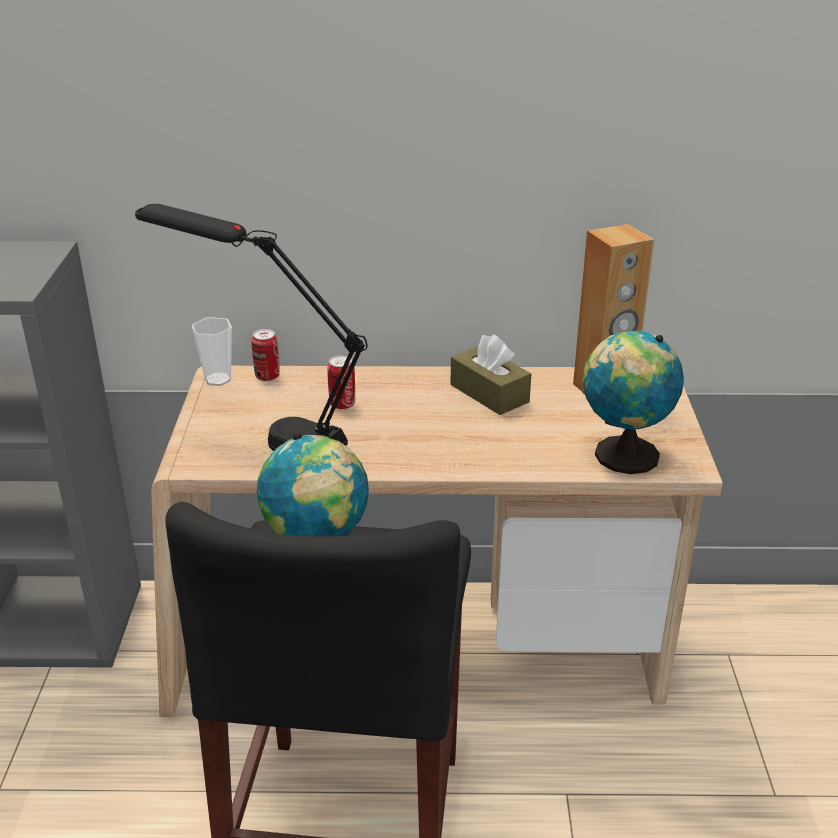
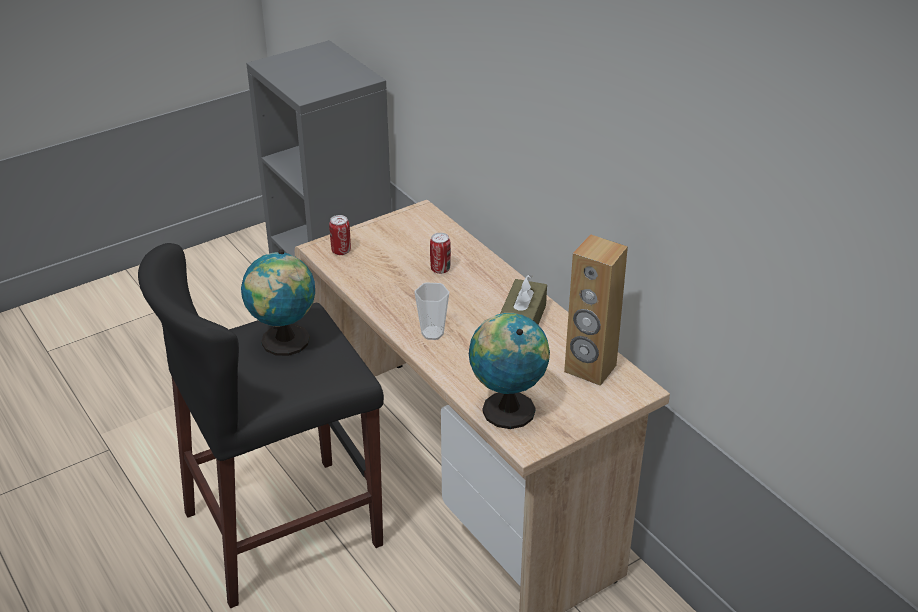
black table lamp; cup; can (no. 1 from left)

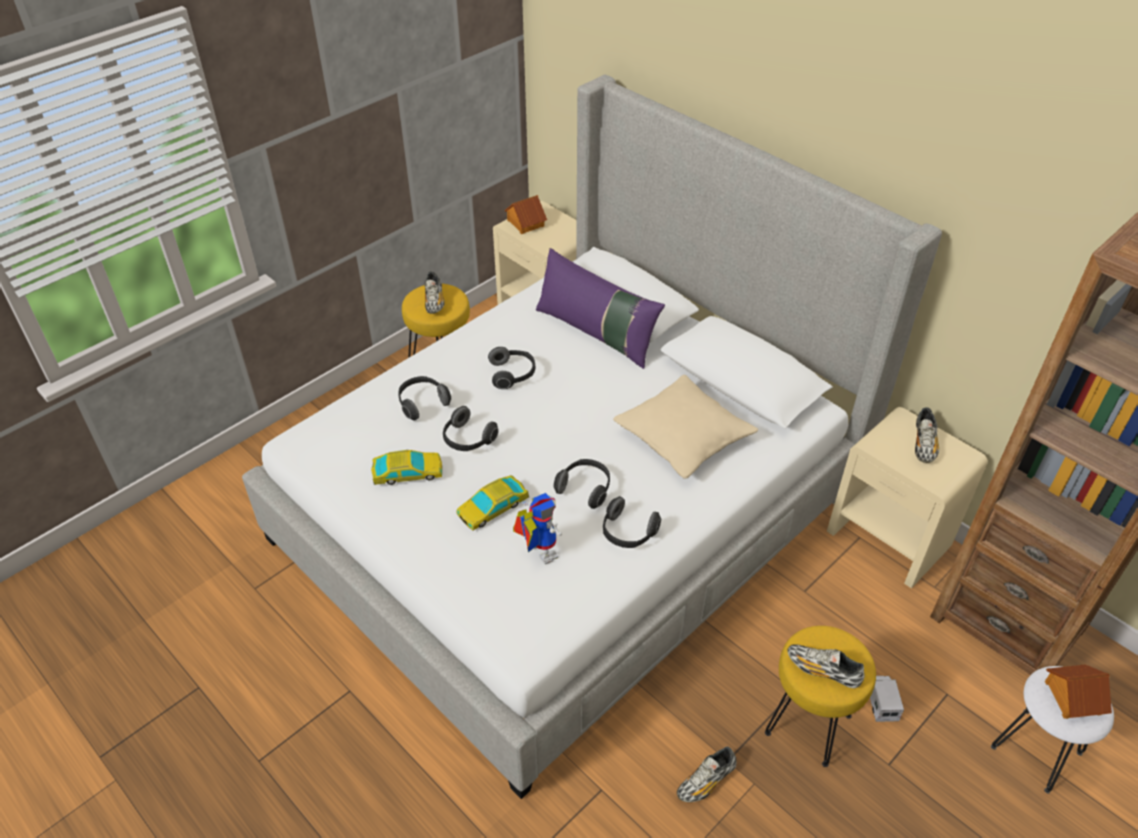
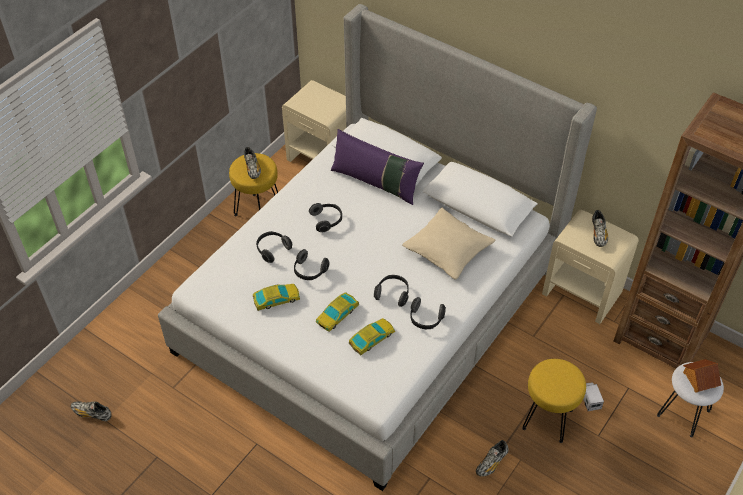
toy house (no. 1 from left in the first image); shoe (no. 1 from left); toy car (no. 3 from left)

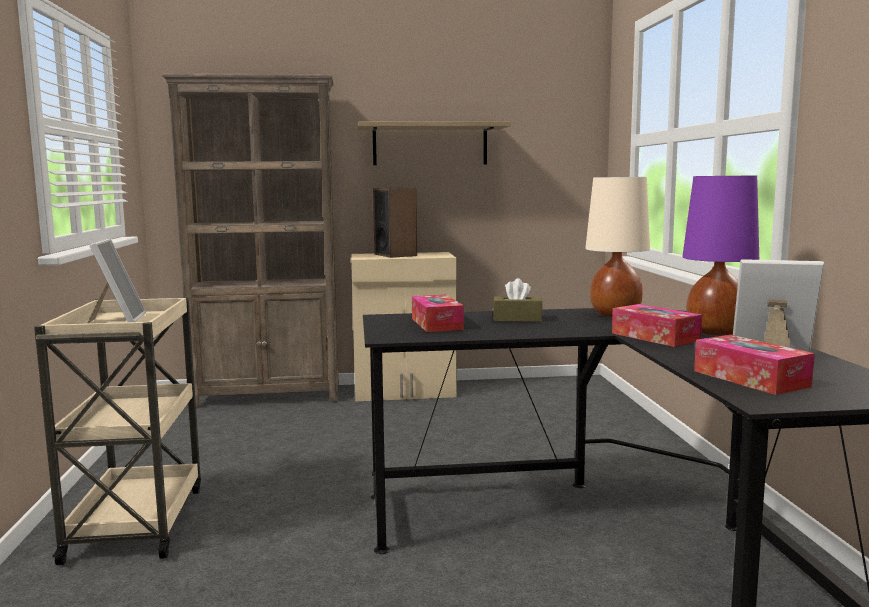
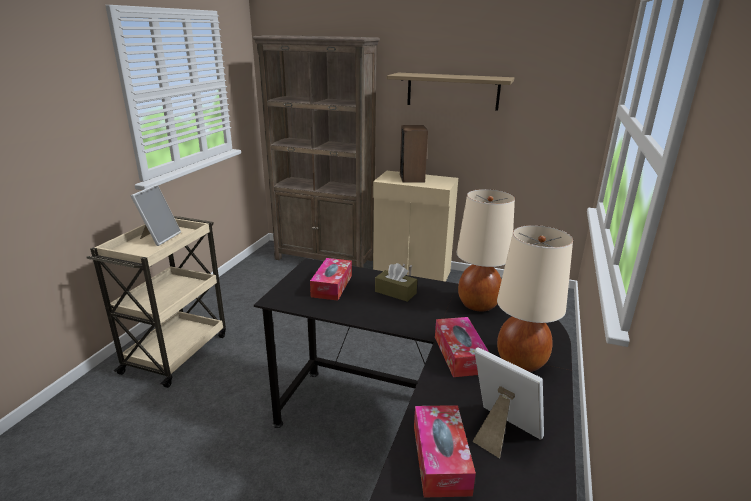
beige table lamp (no. 2 from left)

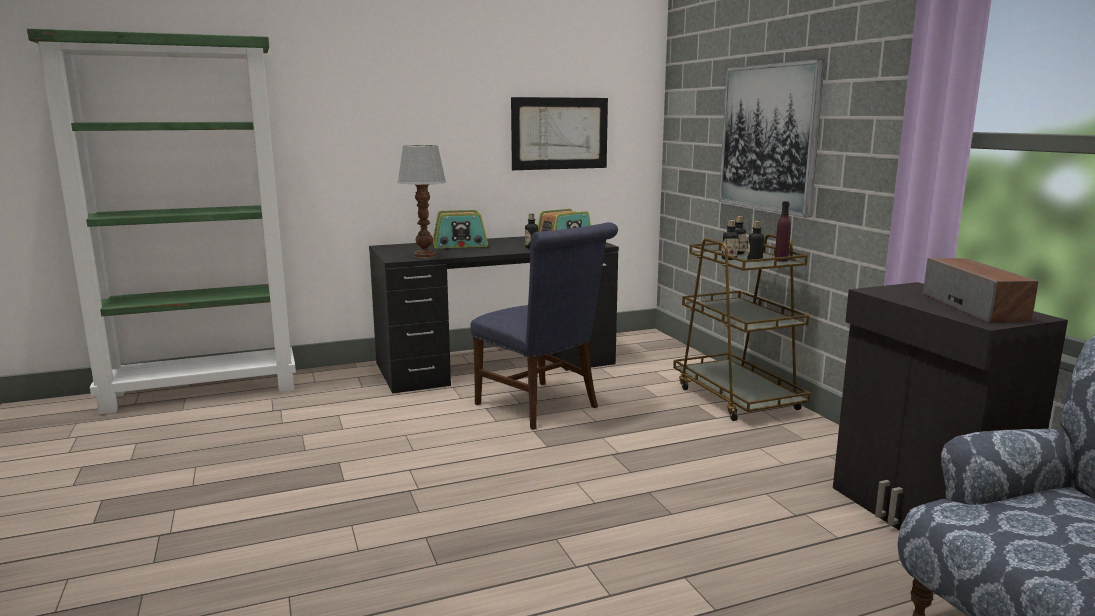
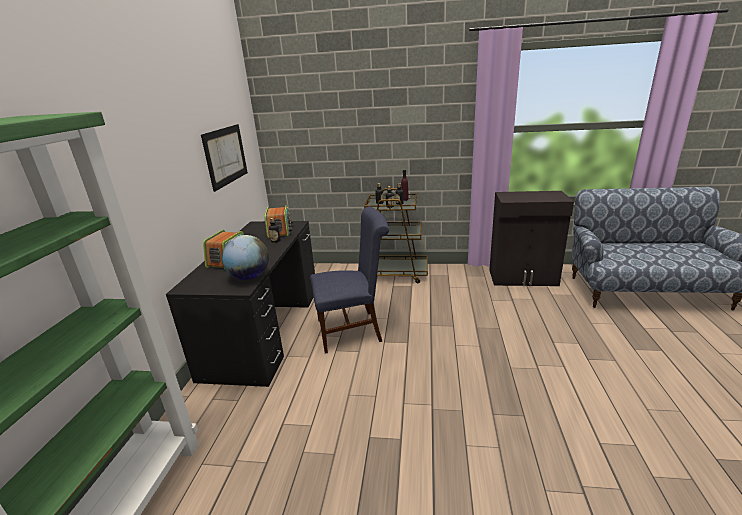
picture (no. 2 from left in the first image); speaker; globe

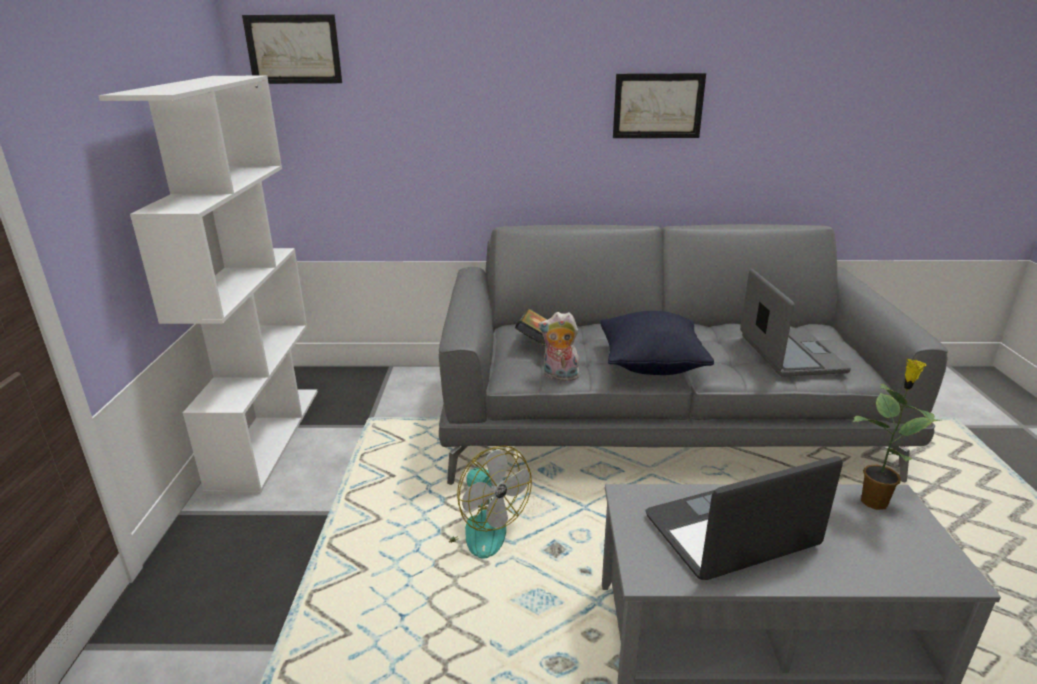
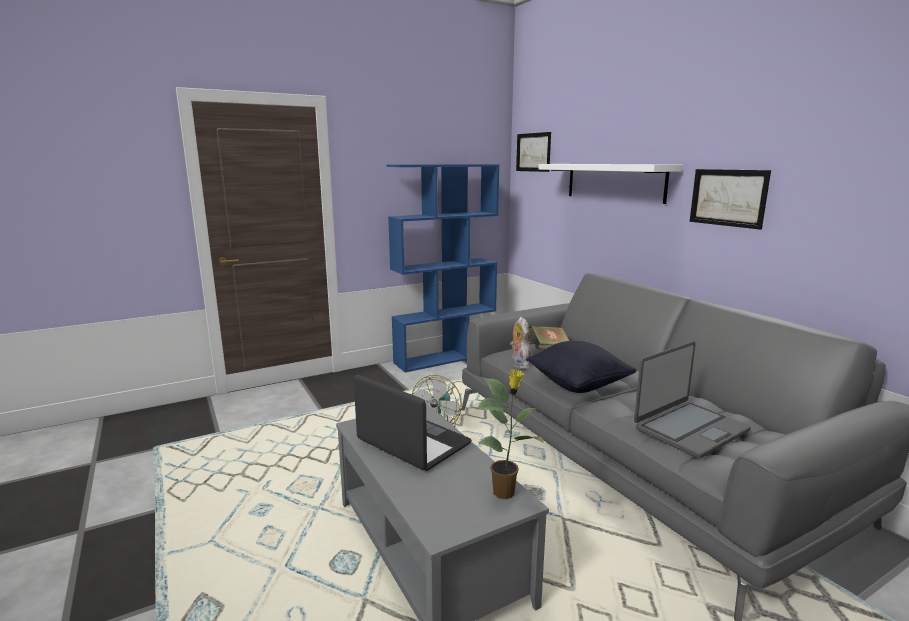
white shelf; blue bookcase

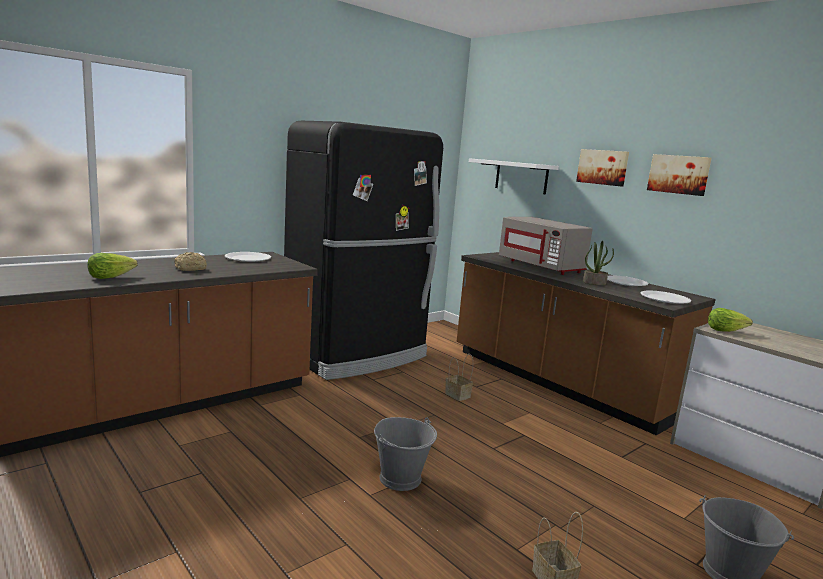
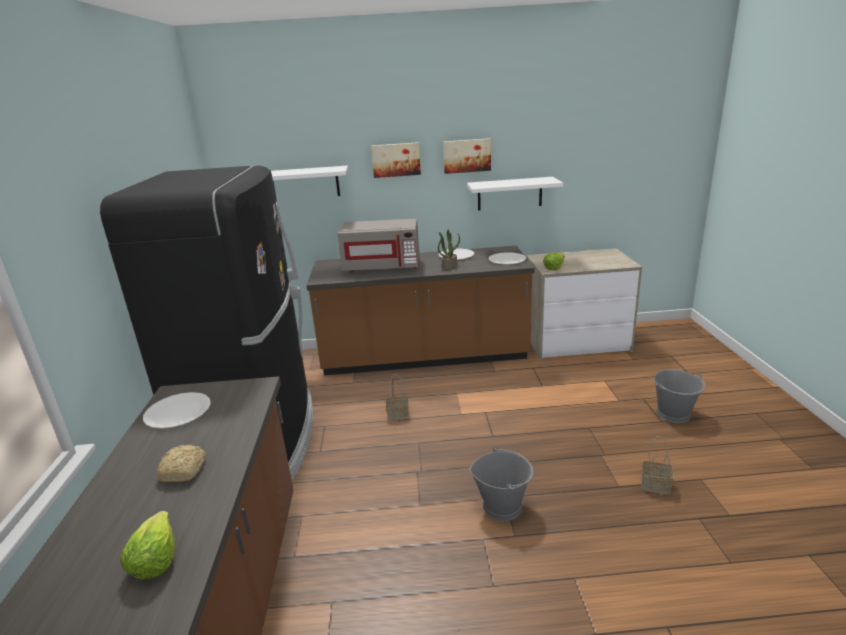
white shelf (no. 2 from left)

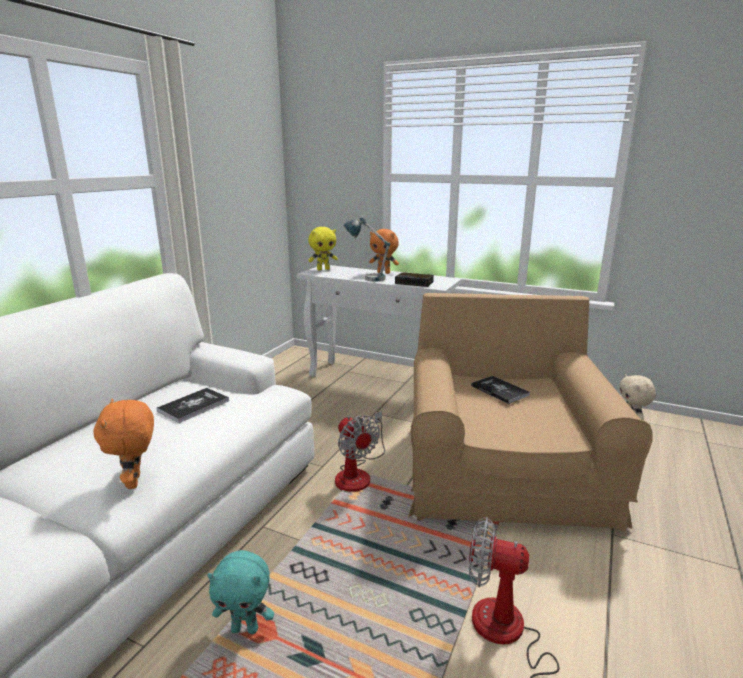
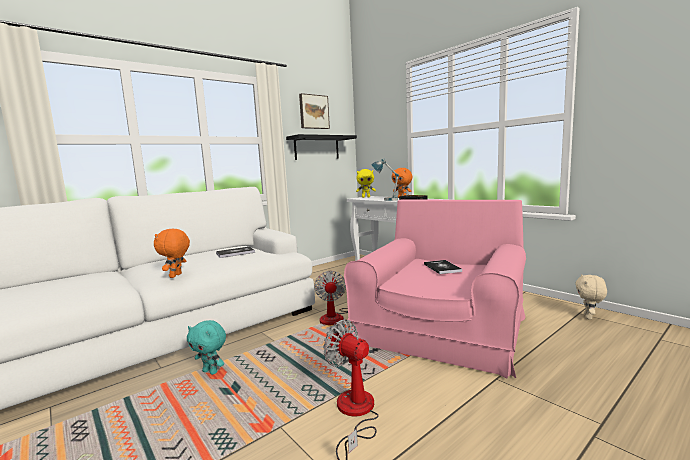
black shelf; picture; pink armchair

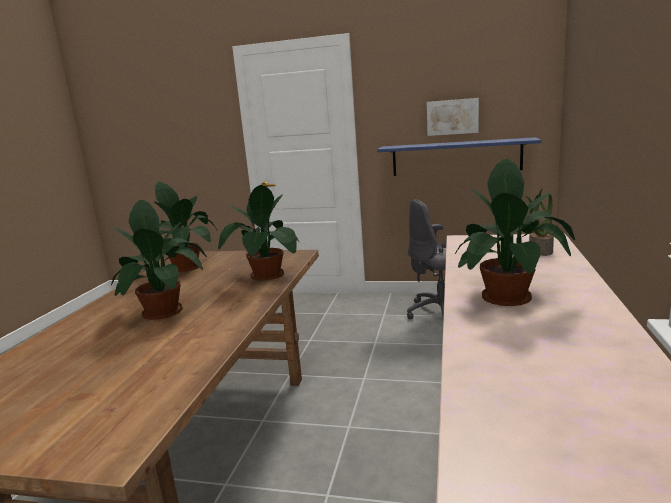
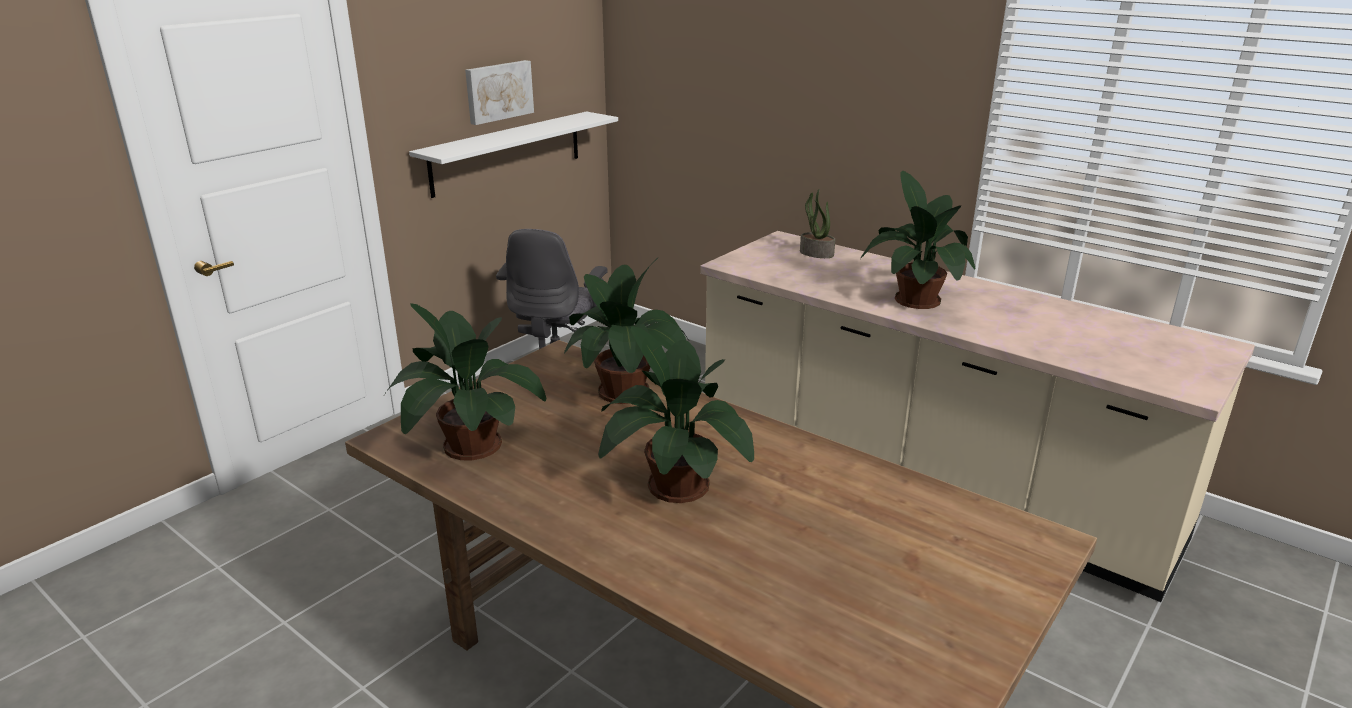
white shelf

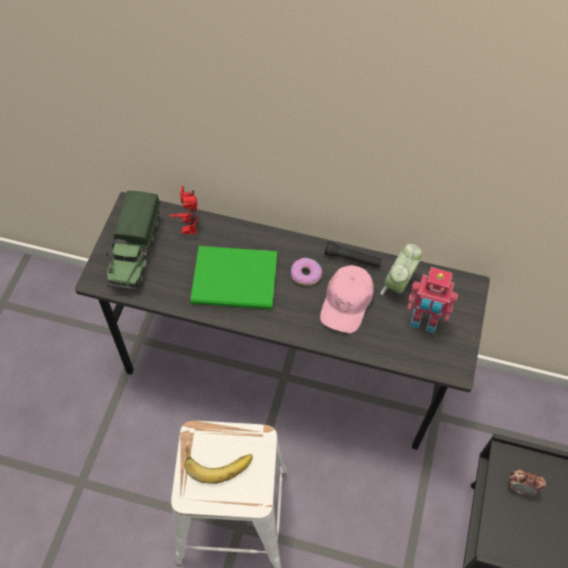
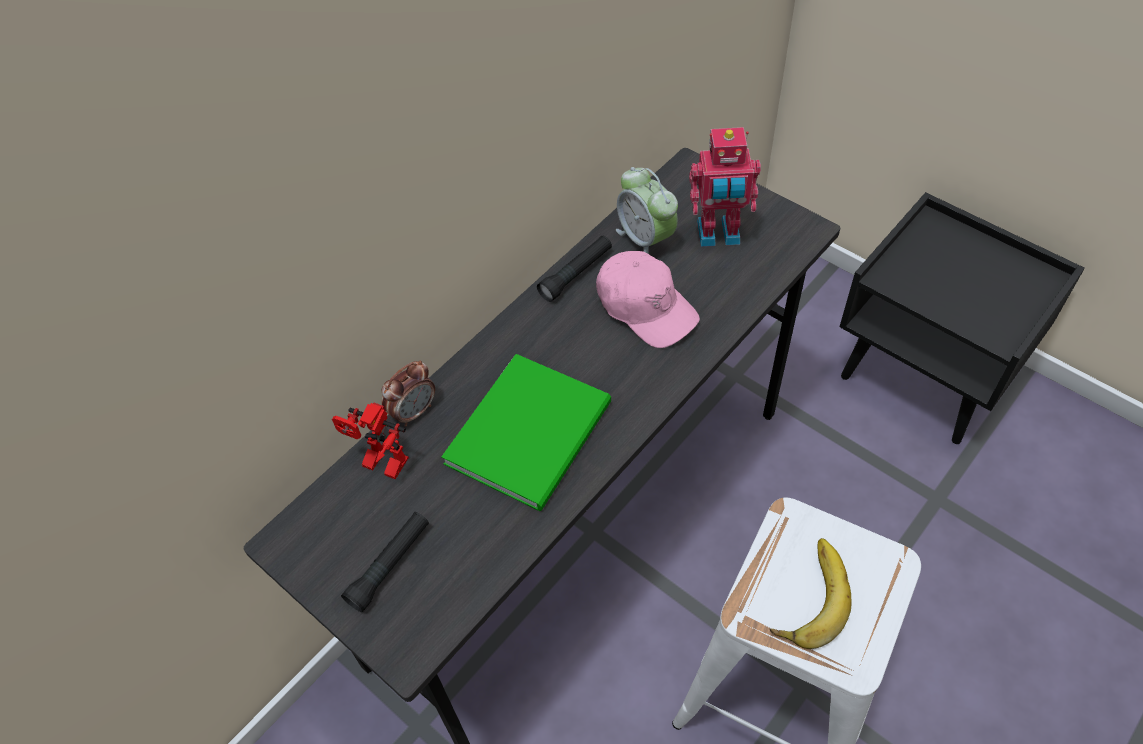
donut; alarm clock (no. 1 from left); black flashlight (no. 1 from left); toy robot (no. 2 from left)

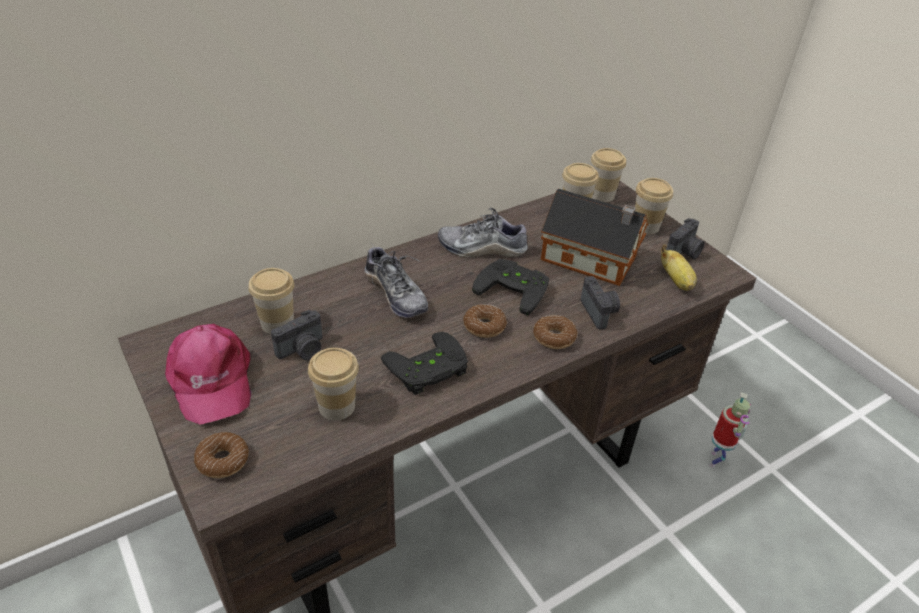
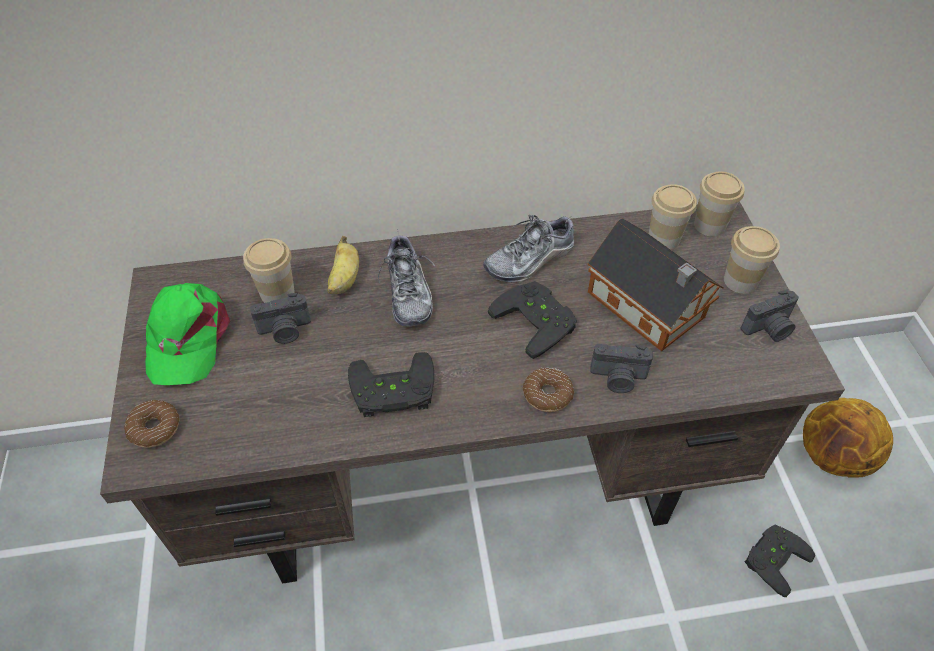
cup (no. 2 from left in the first image); donut (no. 2 from left in the first image); basketball; banana; black game controller (no. 3 from left); green cap; shoe (no. 2 from left); photo camera (no. 2 from left)

